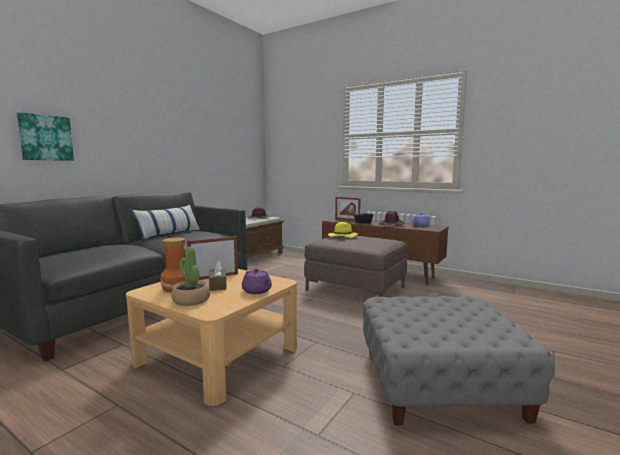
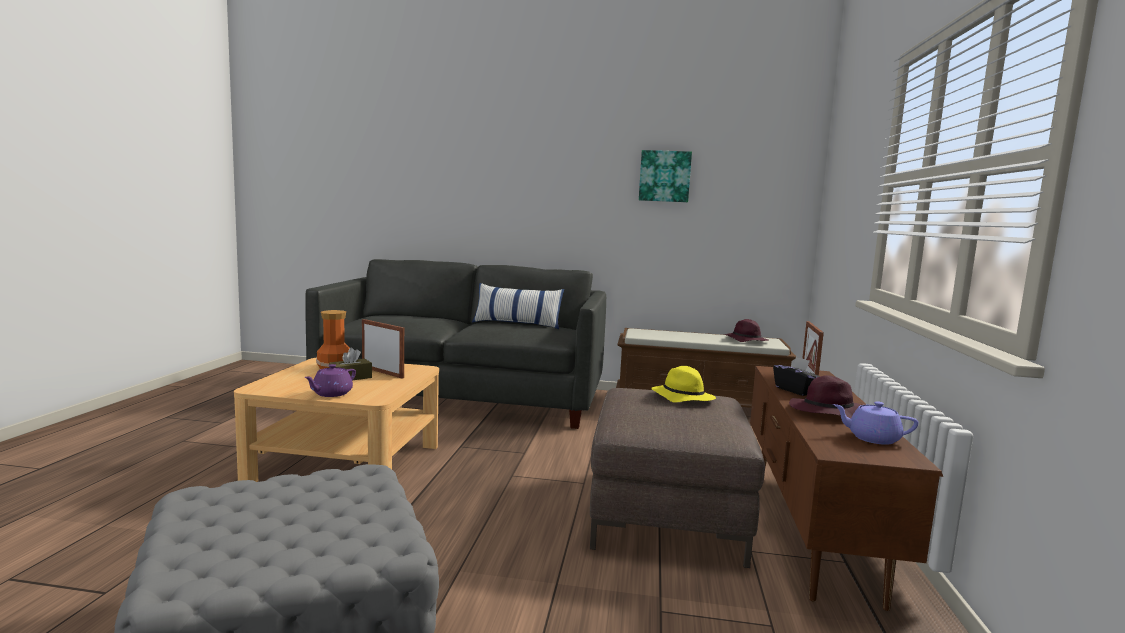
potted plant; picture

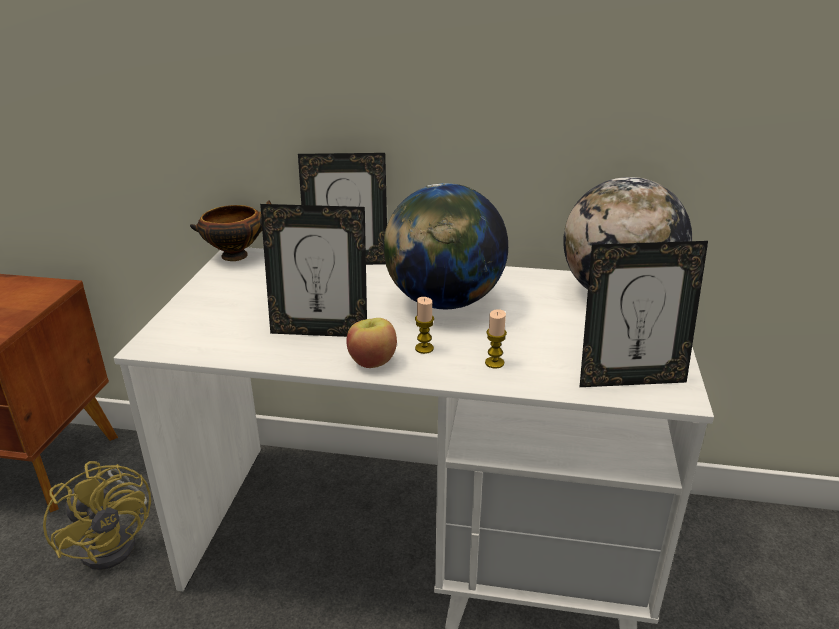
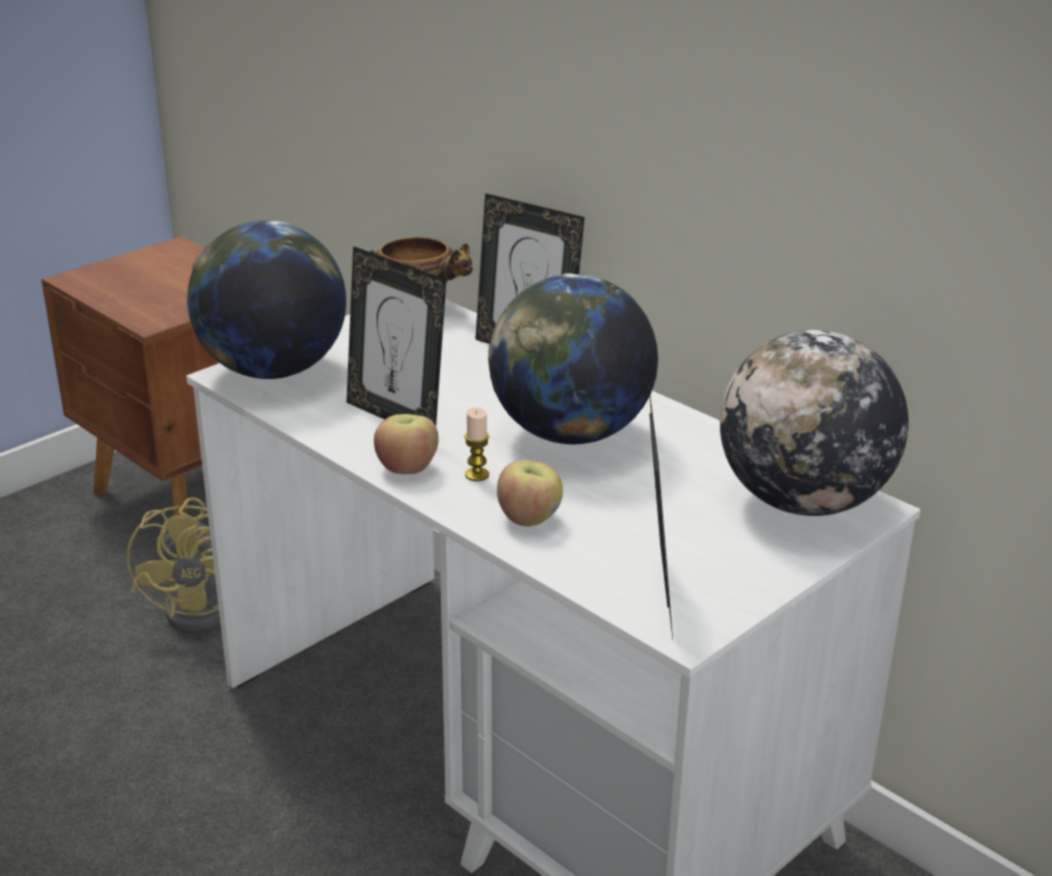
globe (no. 1 from left); apple (no. 2 from left); picture frame (no. 3 from left)

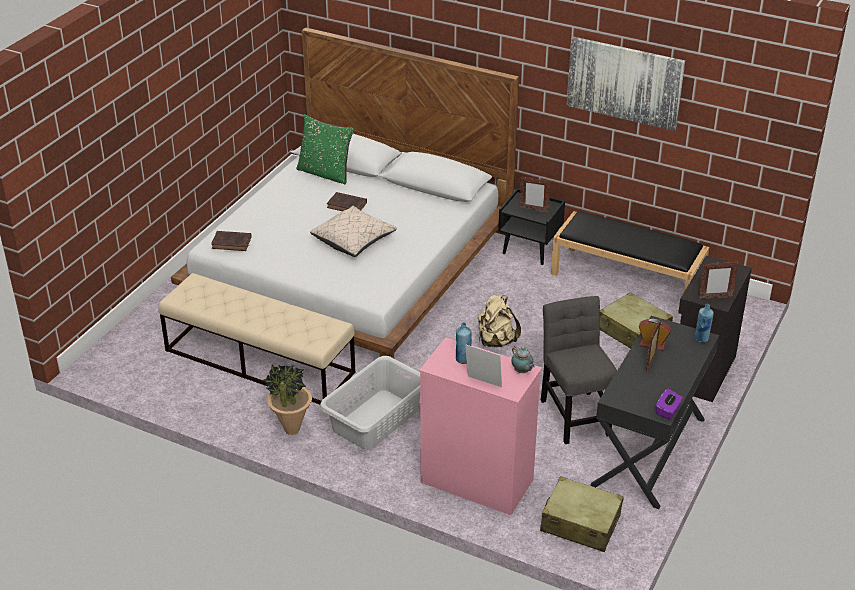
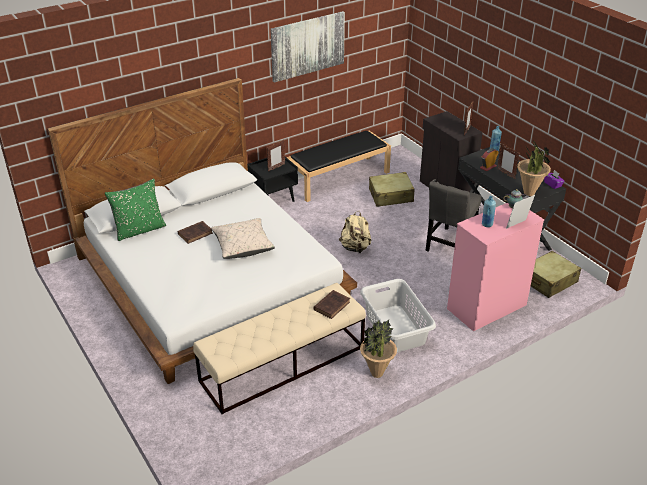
potted plant (no. 2 from left); brown book (no. 2 from left); grey chair

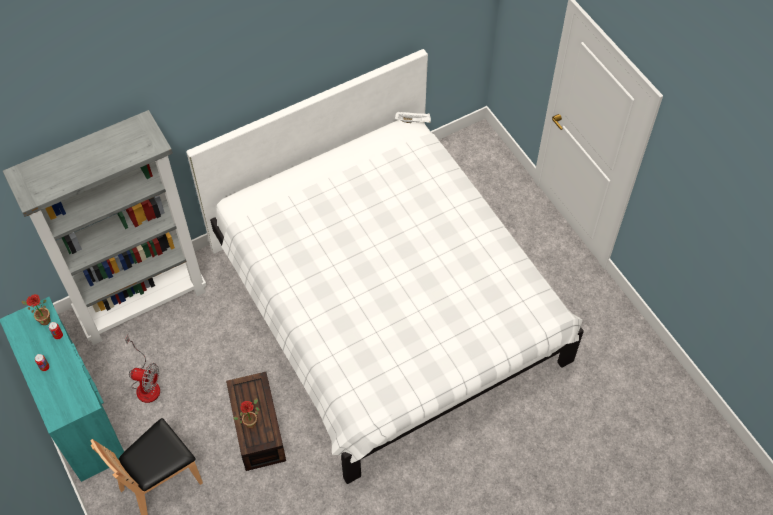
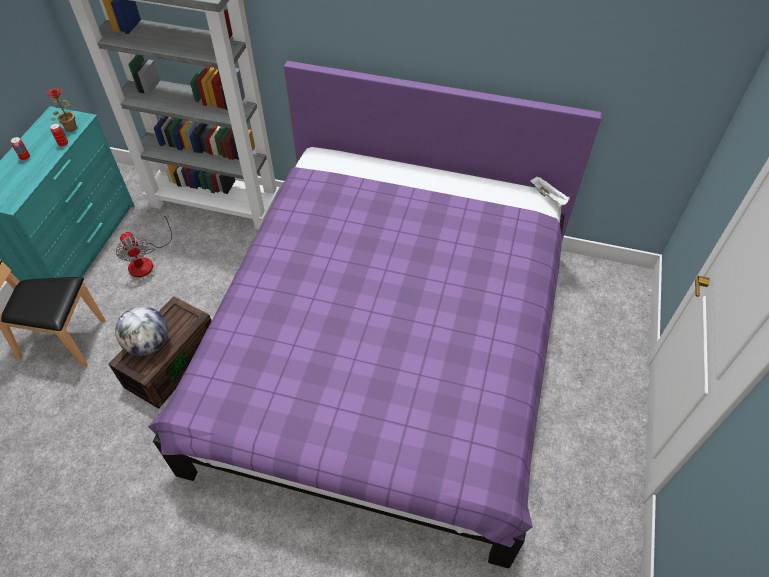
globe; purple bed

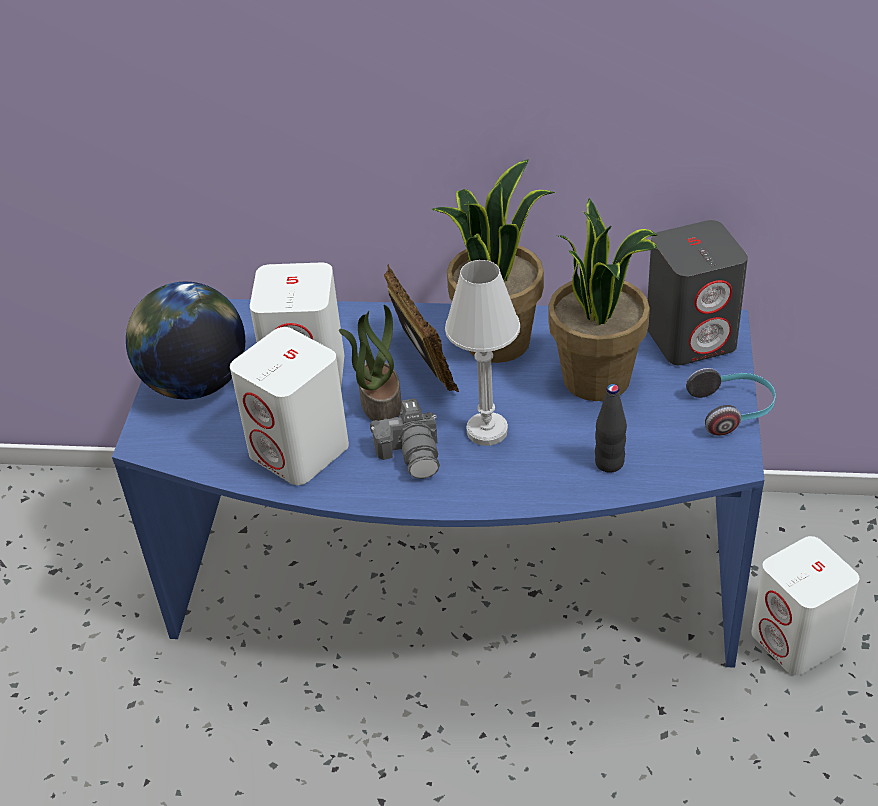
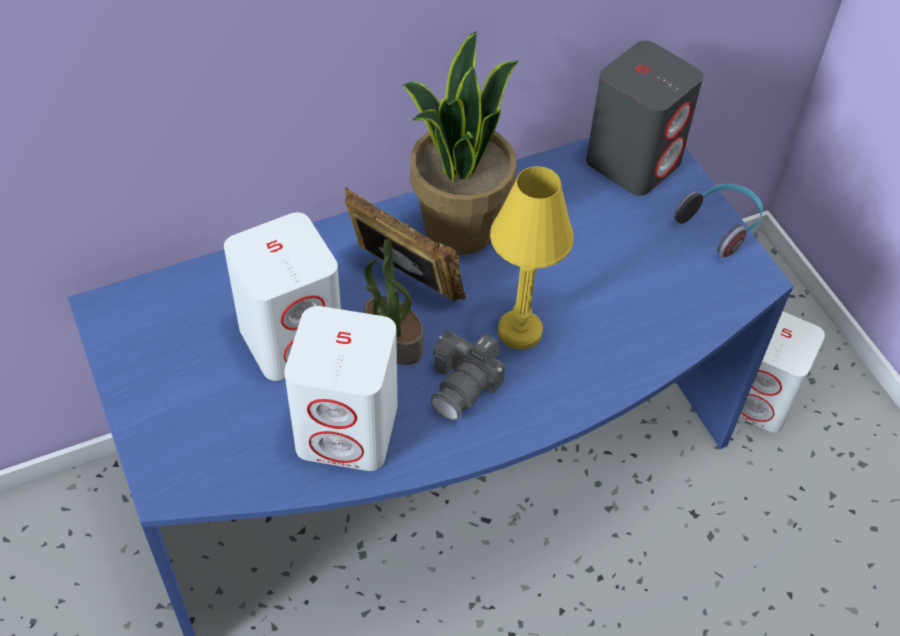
globe; potted plant (no. 3 from left in the first image); black bottle; yellow table lamp; photo camera

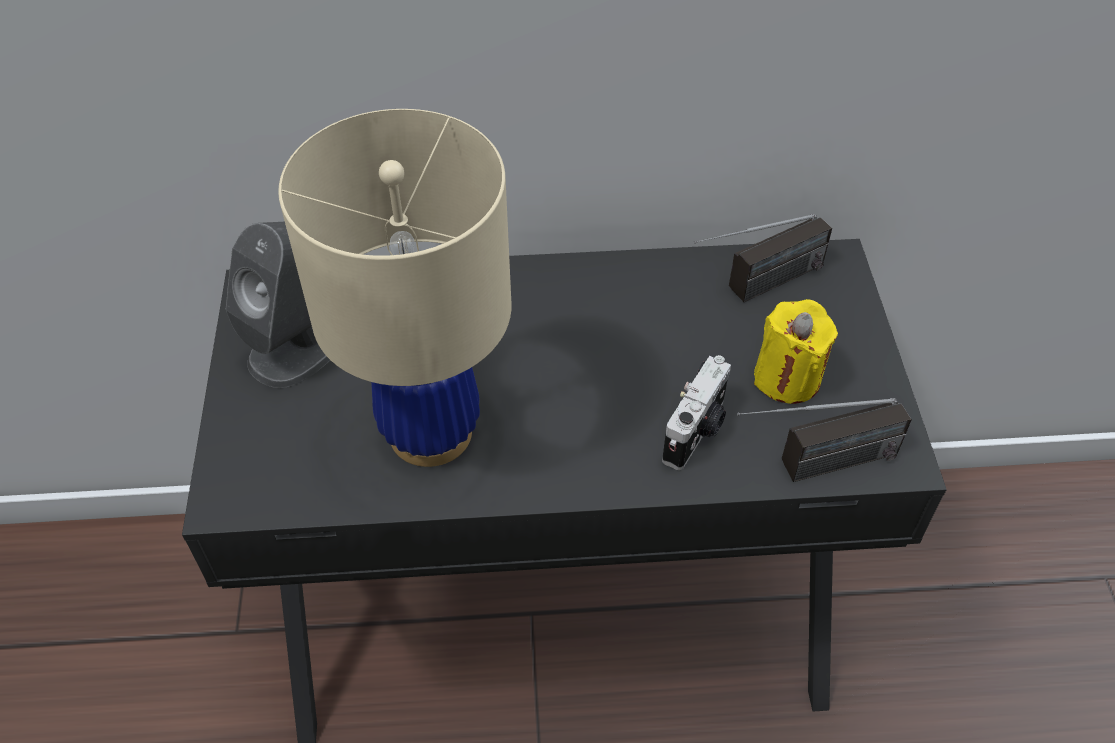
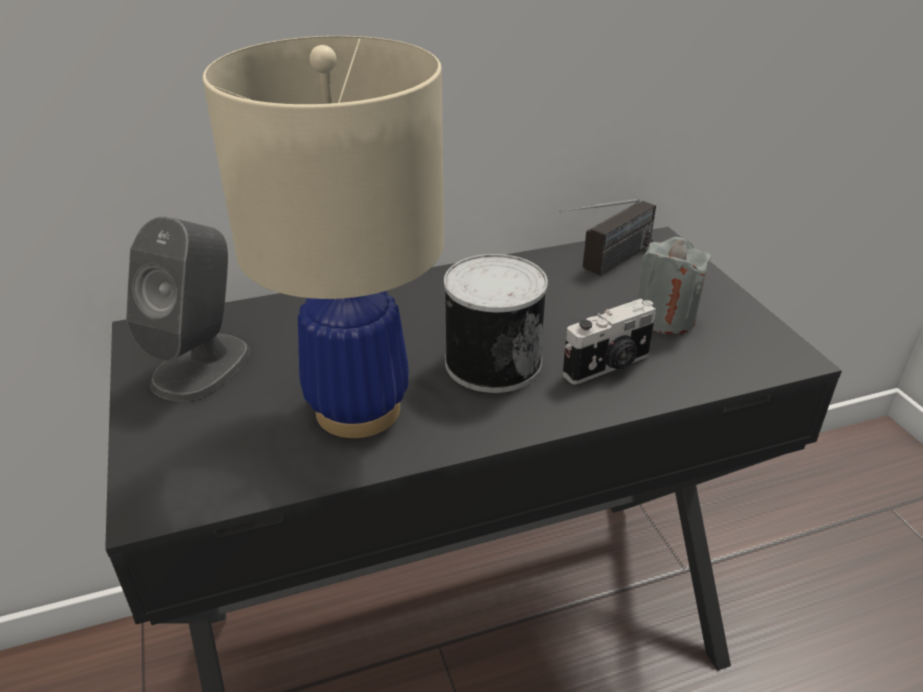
radio (no. 2 from left in the first image); can; grey candle; photo camera

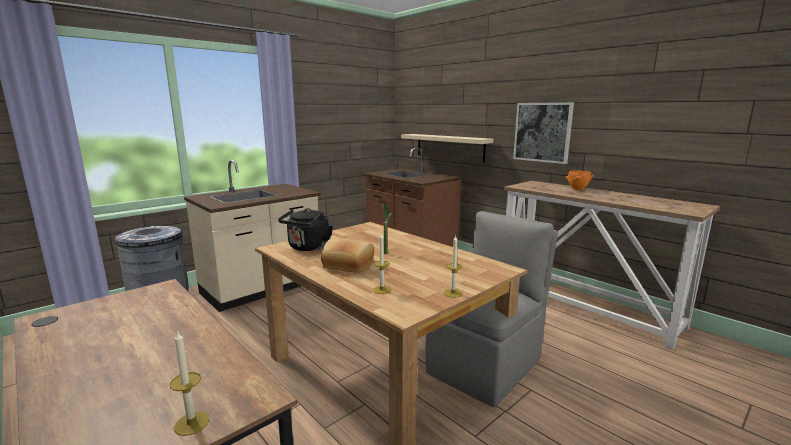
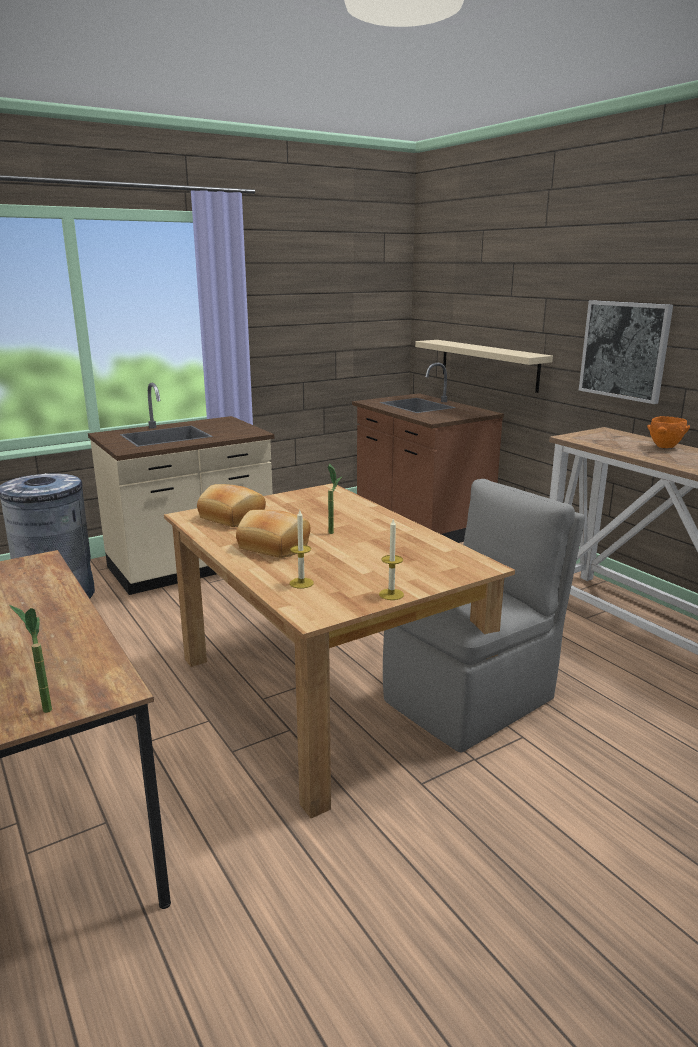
potted plant (no. 1 from left); bread (no. 1 from left)

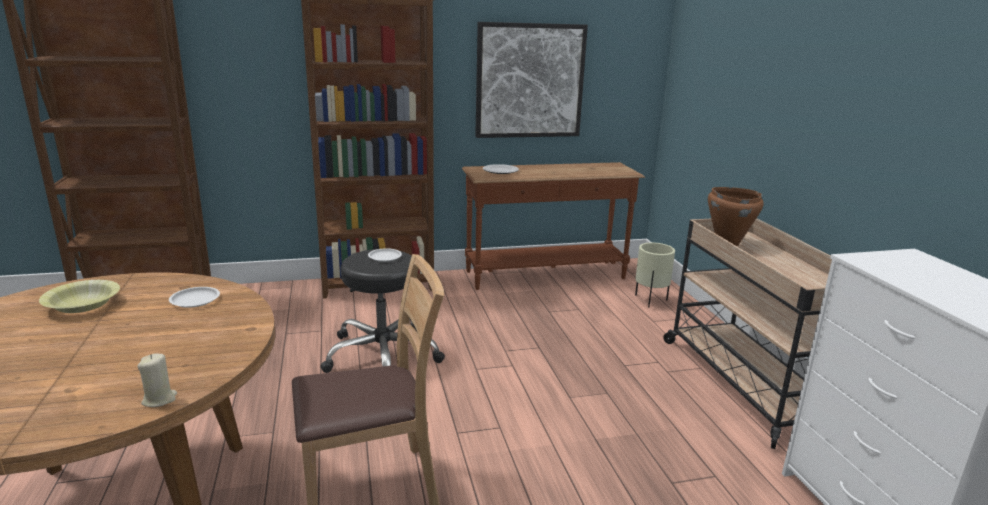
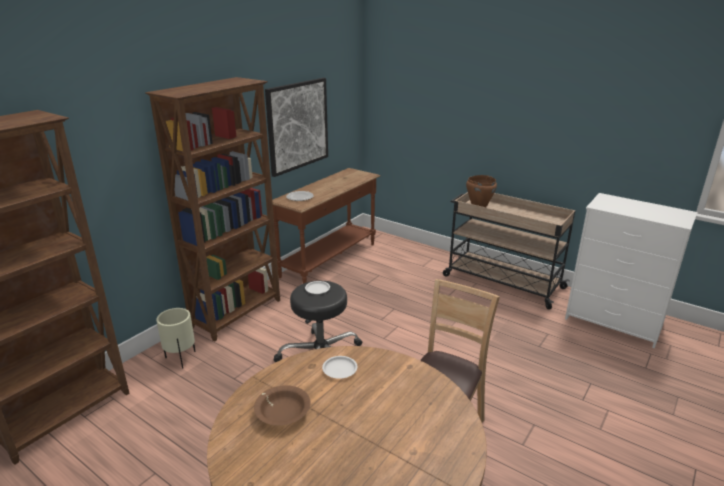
beige candle; beige planter; brown bowl

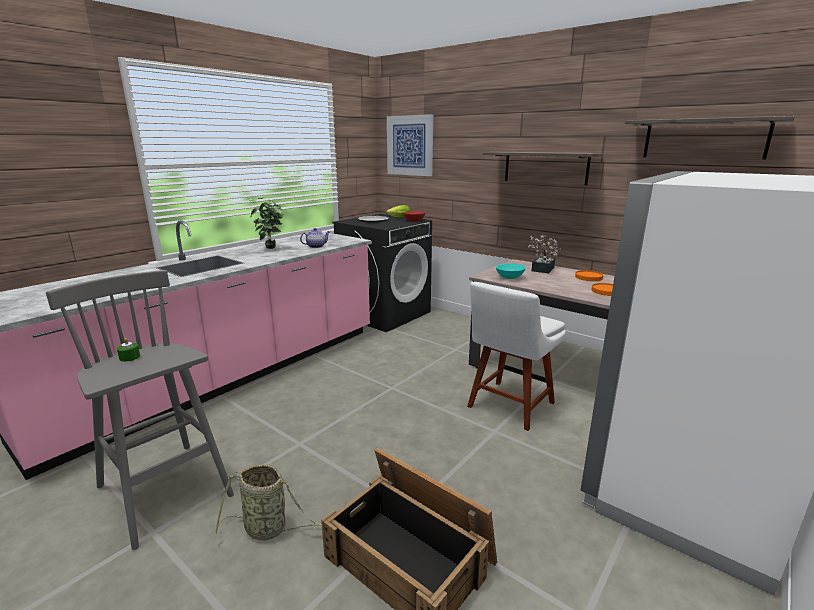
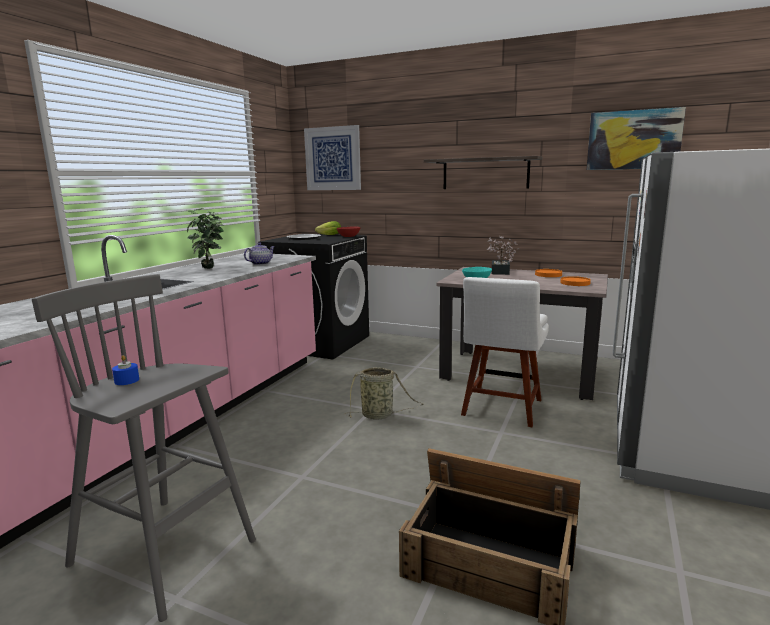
basket; picture (no. 2 from left); blue candle

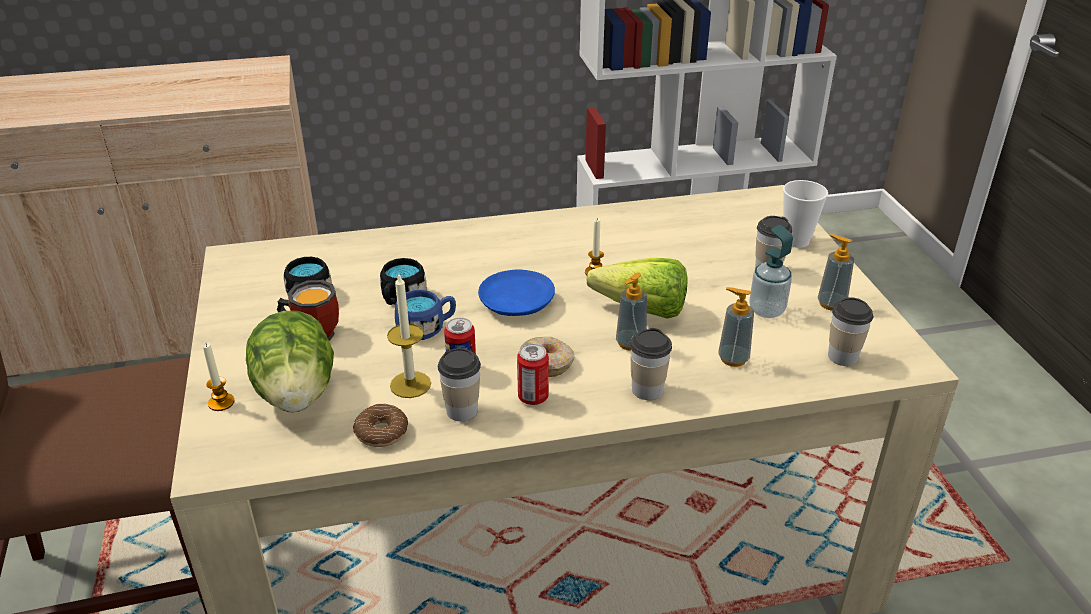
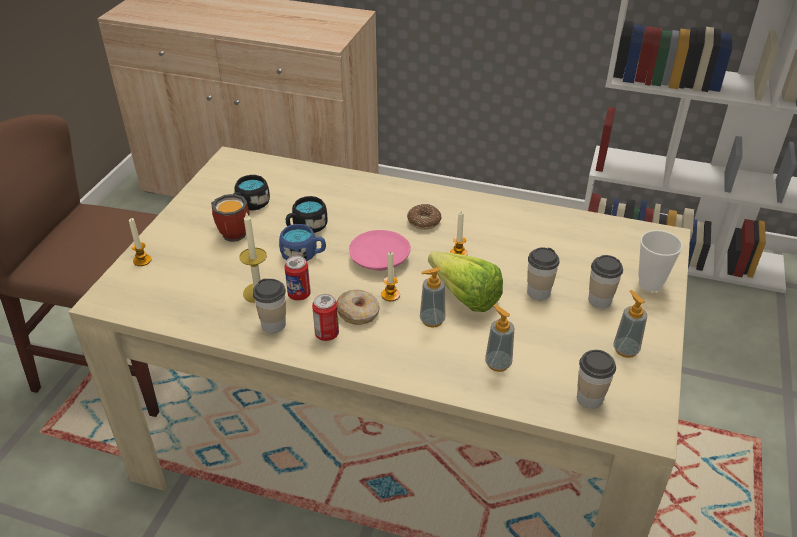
lettuce (no. 1 from left in the first image); soap dispenser (no. 3 from left in the first image); candle (no. 3 from left); donut (no. 2 from left); cup (no. 2 from left); pink plate

